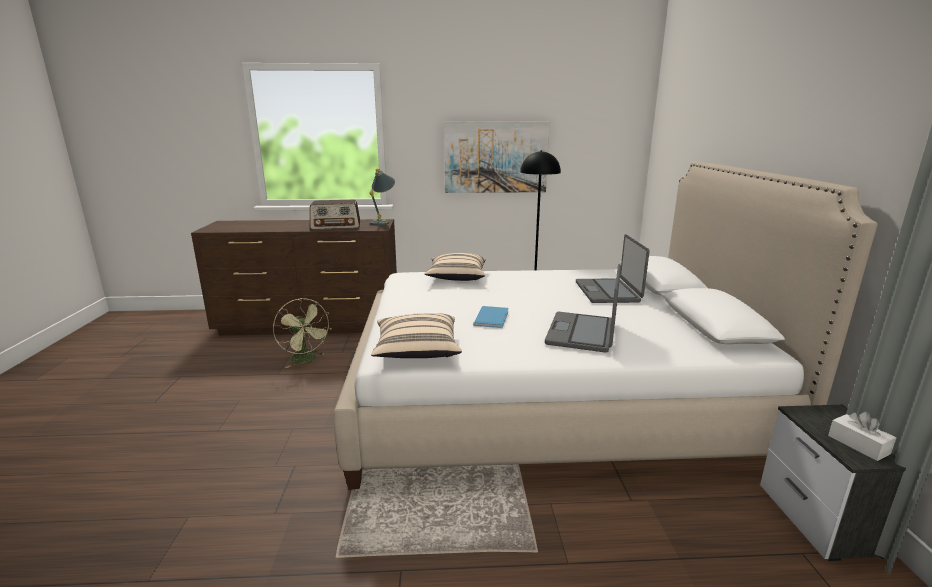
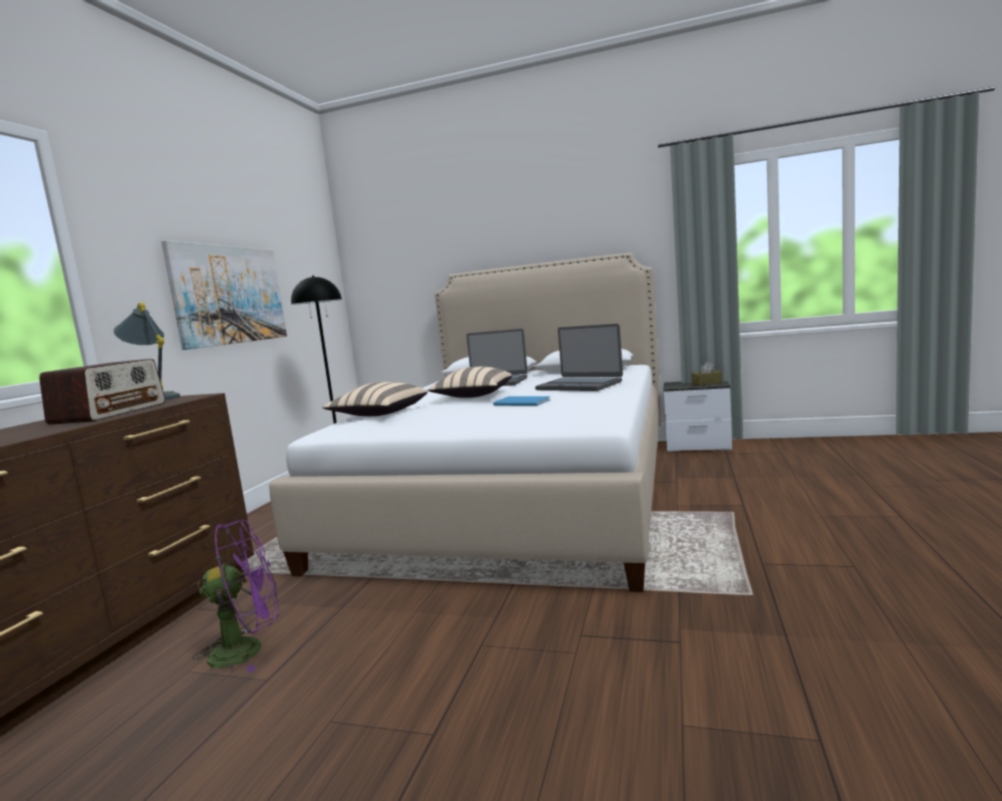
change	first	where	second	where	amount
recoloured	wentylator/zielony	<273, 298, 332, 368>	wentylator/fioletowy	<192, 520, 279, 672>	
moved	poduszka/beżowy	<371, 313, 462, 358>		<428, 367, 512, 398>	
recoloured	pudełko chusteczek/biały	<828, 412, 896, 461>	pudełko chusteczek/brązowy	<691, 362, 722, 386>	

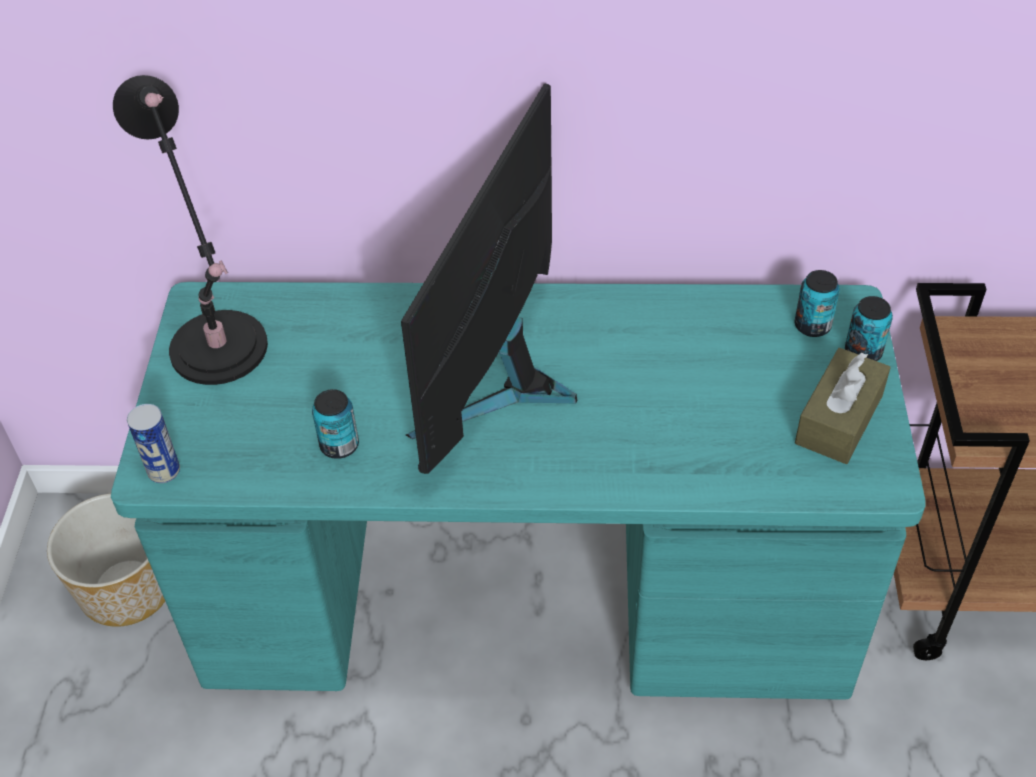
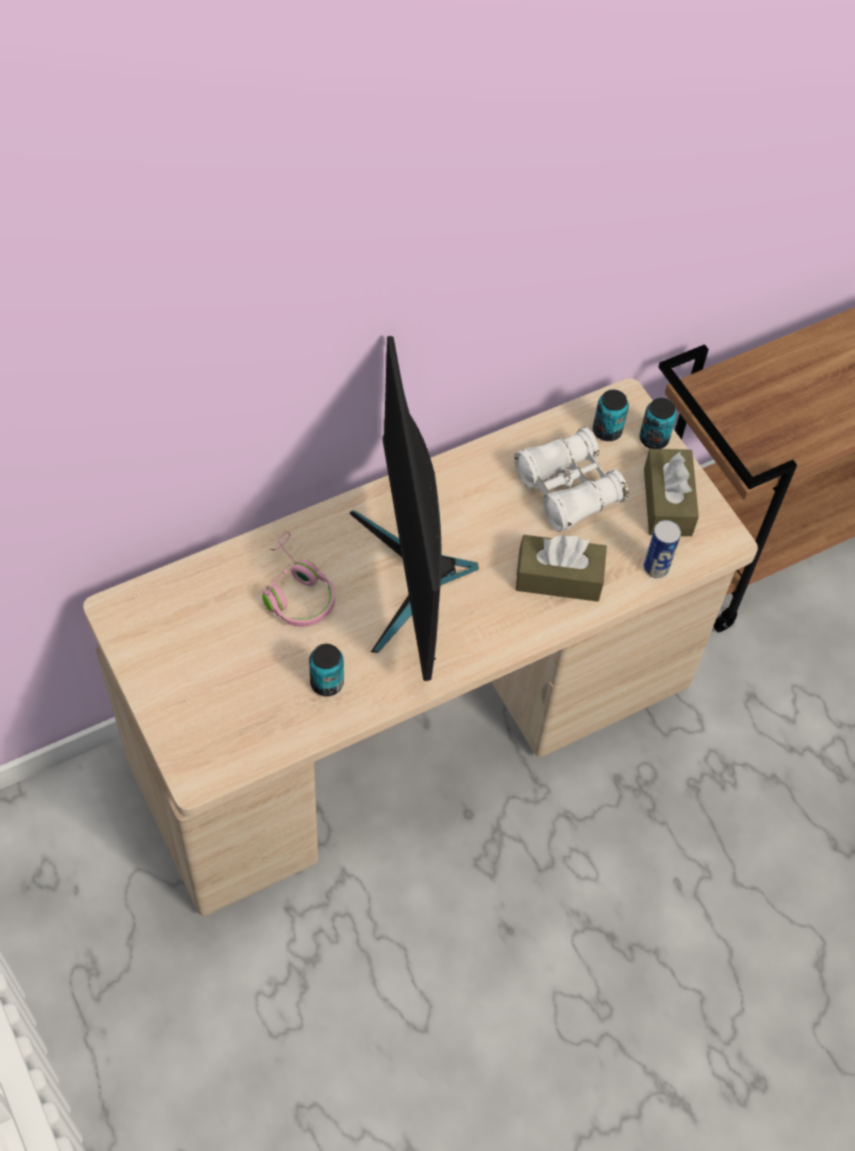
change	first	where	second	where	amount
removed	donica	<47, 493, 165, 627>			
recoloured	biurko/turkusowy	<111, 282, 926, 700>	biurko/beżowy	<83, 378, 758, 916>	
removed	lampa stołowa/czarny	<113, 75, 268, 385>			
moved	puszka	<127, 404, 180, 483>		<644, 520, 681, 578>	
added			słuchawki/różowy	<262, 532, 335, 627>	
added			lornetka/biały	<514, 427, 629, 532>	
added			pudełko chusteczek/brązowy	<516, 535, 607, 602>	

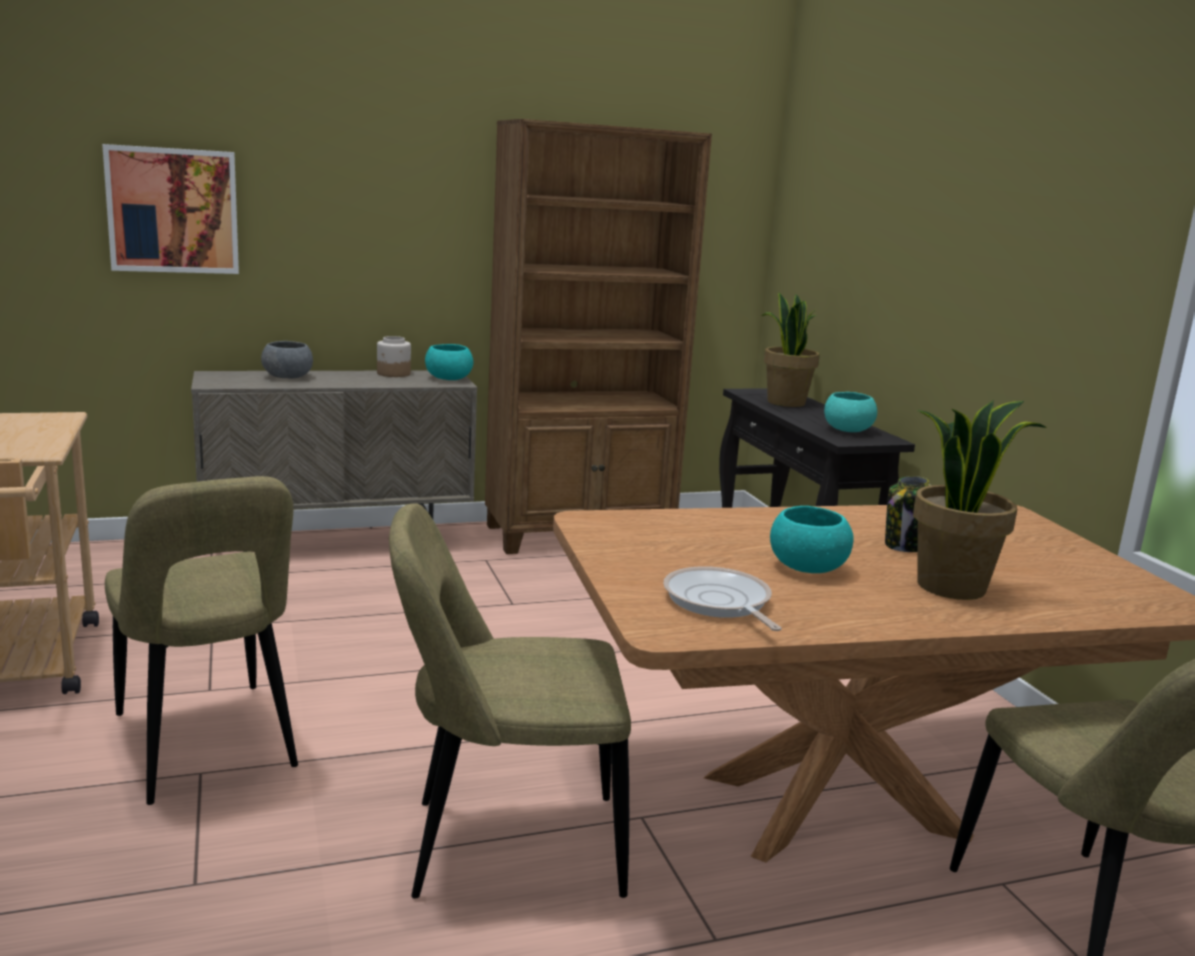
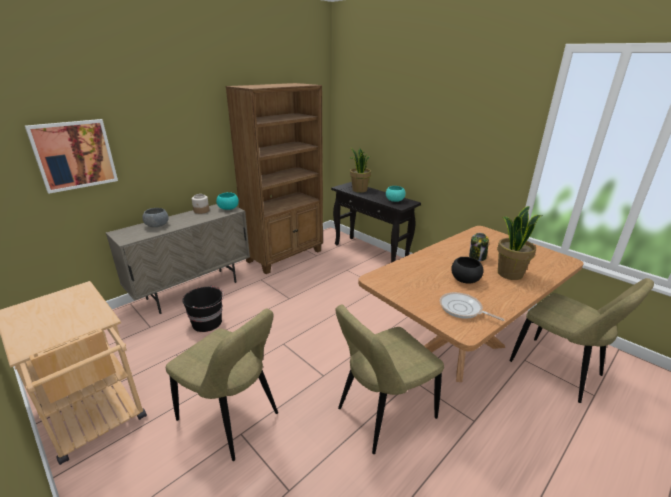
change	first	where	second	where	amount
recoloured	miska/turkusowy	<770, 506, 854, 573>	miska/czarny	<451, 257, 484, 284>	
added			wiadro/czarny	<182, 286, 224, 332>	

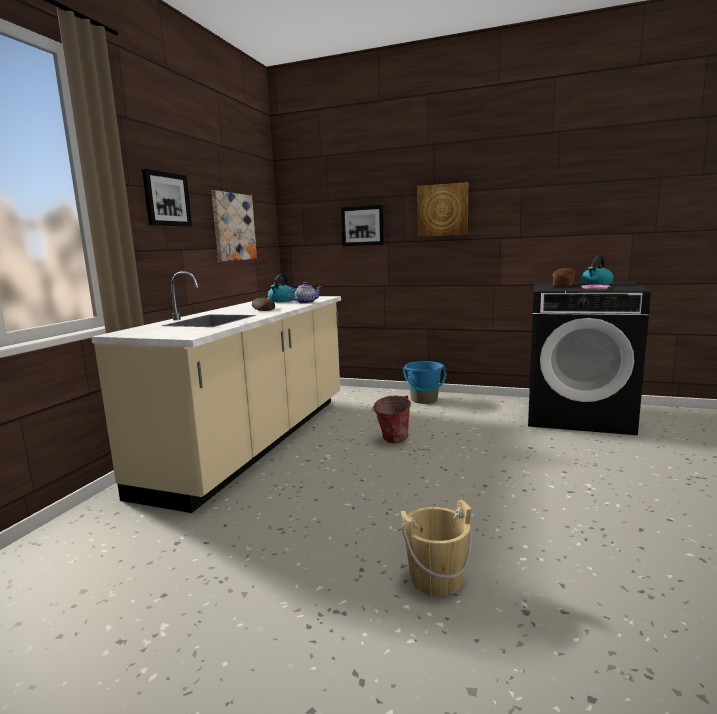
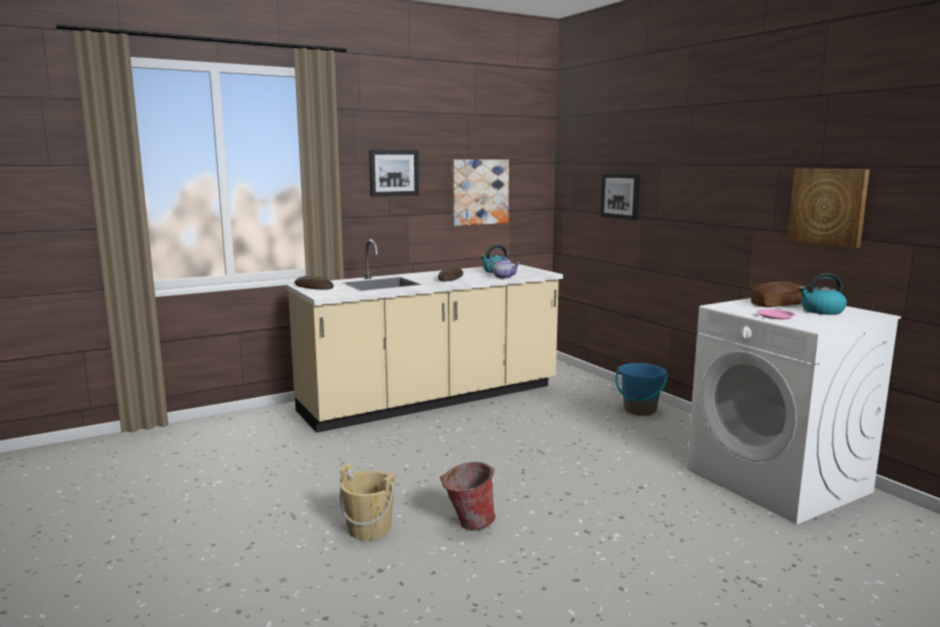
change	first	where	second	where	amount
moved	wiadro	<372, 395, 411, 443>		<440, 462, 495, 531>	
moved	obraz	<417, 182, 468, 237>		<787, 169, 870, 248>	
recoloured	pralka/czarny	<528, 282, 651, 435>	pralka/biały	<687, 298, 901, 524>	
added			chleb	<294, 276, 334, 290>	

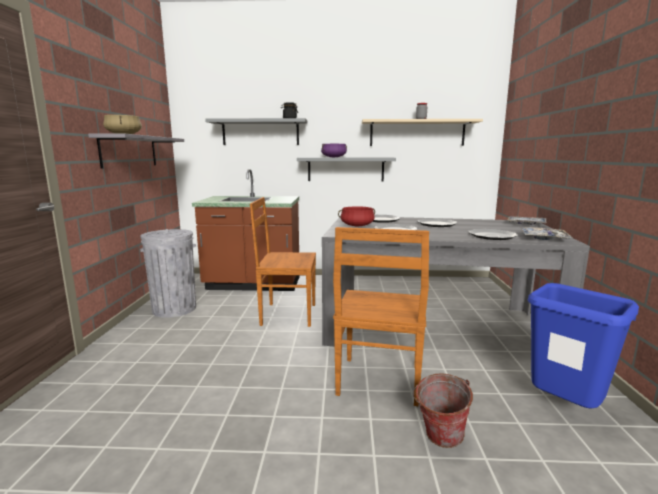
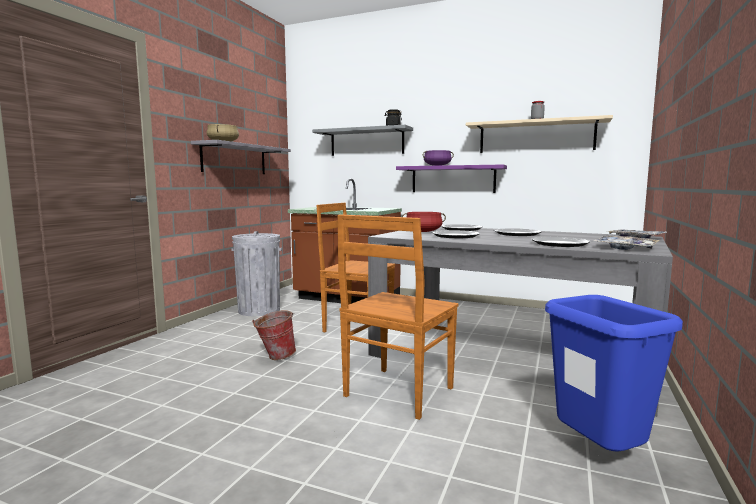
change	first	where	second	where	amount
recoloured	półka/szary	<297, 158, 396, 181>	półka/fioletowy	<396, 164, 507, 193>	
moved	wiadro	<413, 373, 473, 448>		<252, 310, 296, 360>	

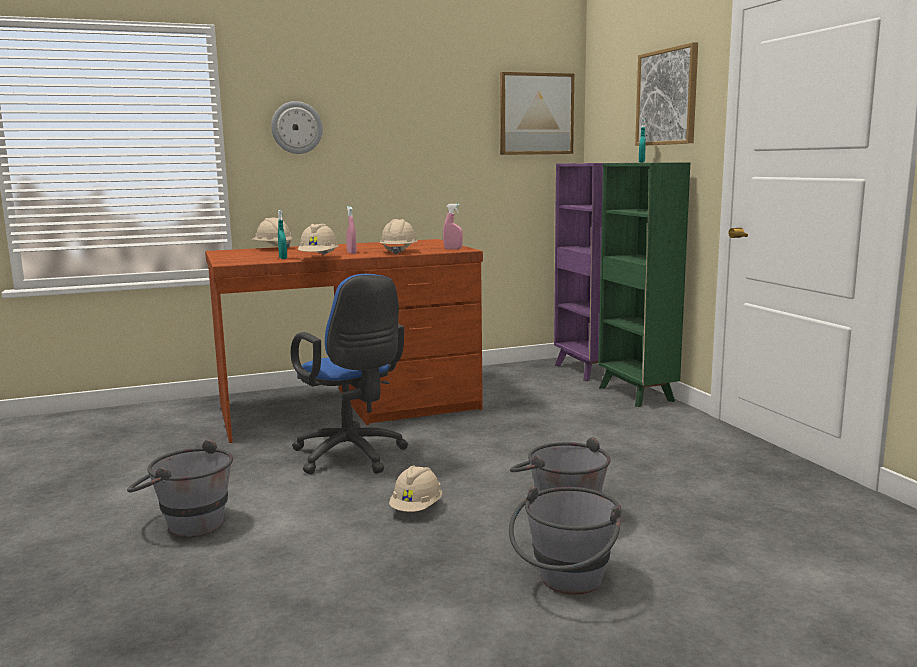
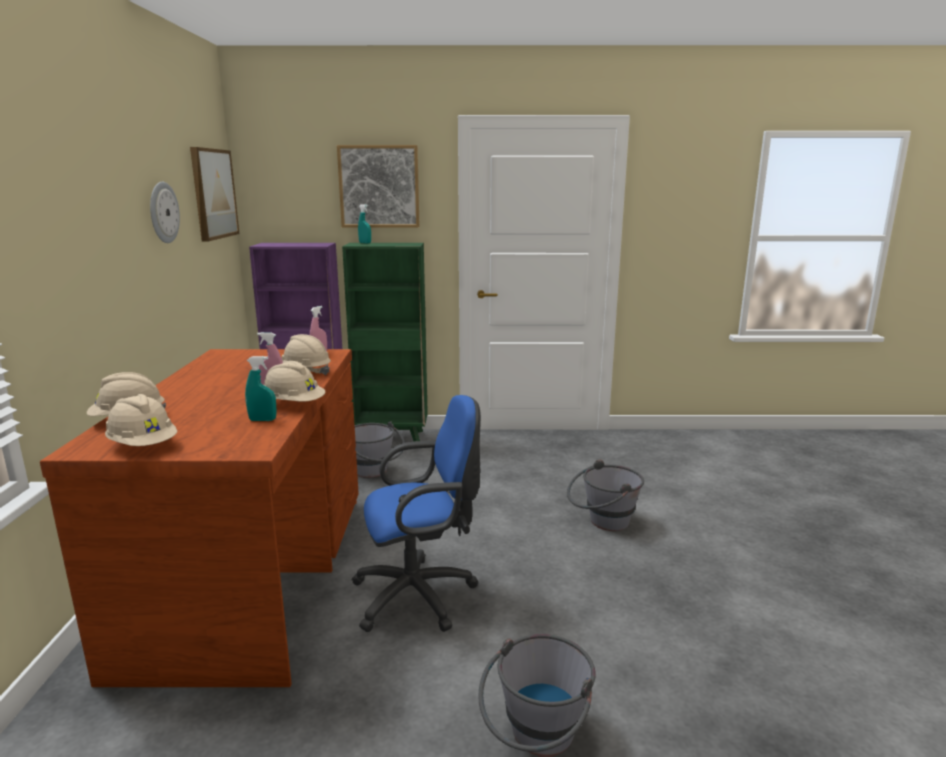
change	first	where	second	where	amount
moved	zegar ścienny	<271, 101, 323, 154>		<150, 182, 180, 243>	
moved	kask/beżowy	<389, 466, 442, 512>		<105, 394, 178, 446>	
moved	wiadro/szary	<509, 486, 622, 595>		<355, 421, 405, 478>	

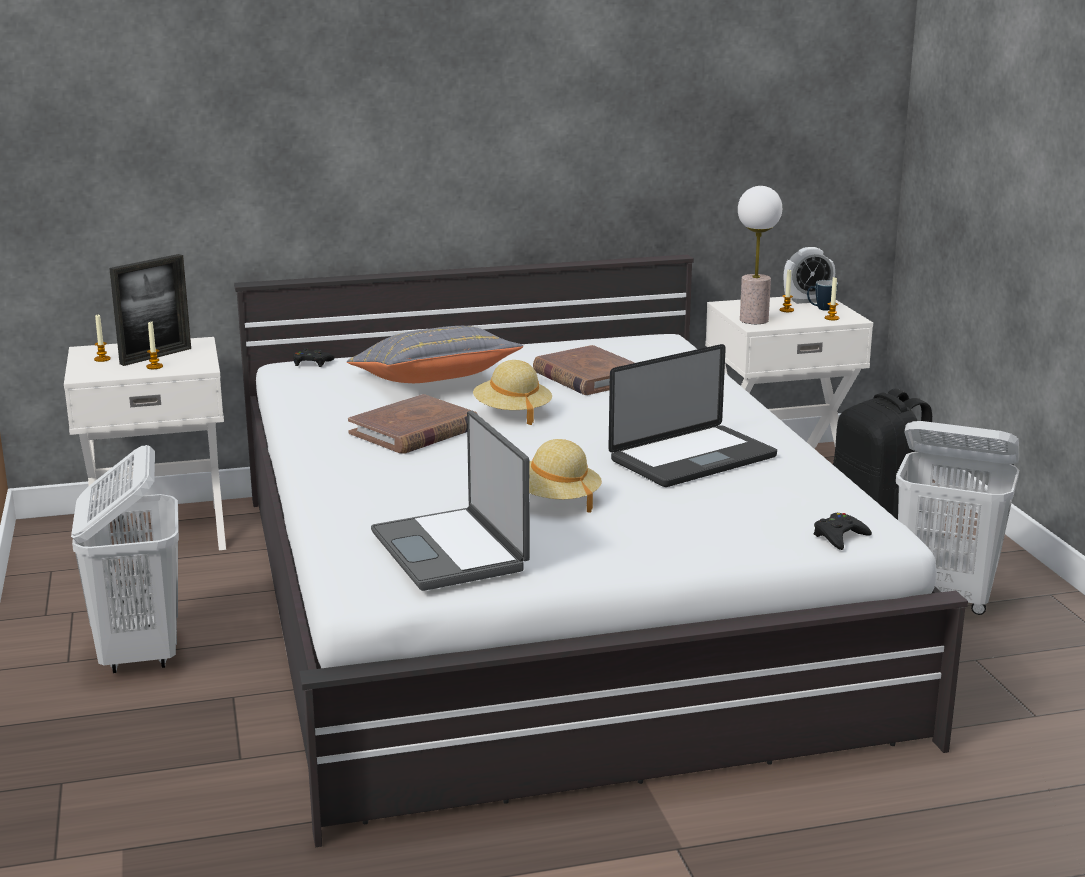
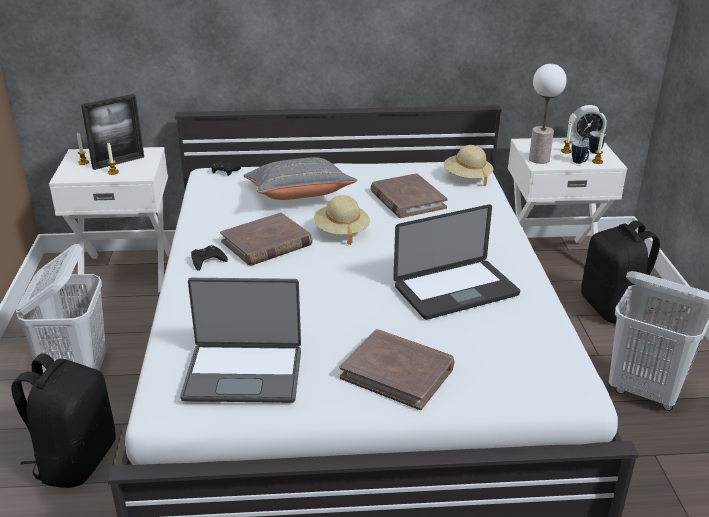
change	first	where	second	where	amount
turned	laptop	<371, 411, 530, 591>		<180, 278, 301, 403>	75 degrees counterclockwise
moved	kapelusz/beżowy	<529, 439, 602, 513>		<444, 145, 493, 186>	
moved	pad do gier/czarny	<814, 513, 872, 550>		<191, 245, 228, 271>	
added			plecak/czarny	<11, 353, 116, 488>	
added			książka/brązowy	<340, 329, 454, 410>	
added			kubek	<572, 140, 589, 164>	

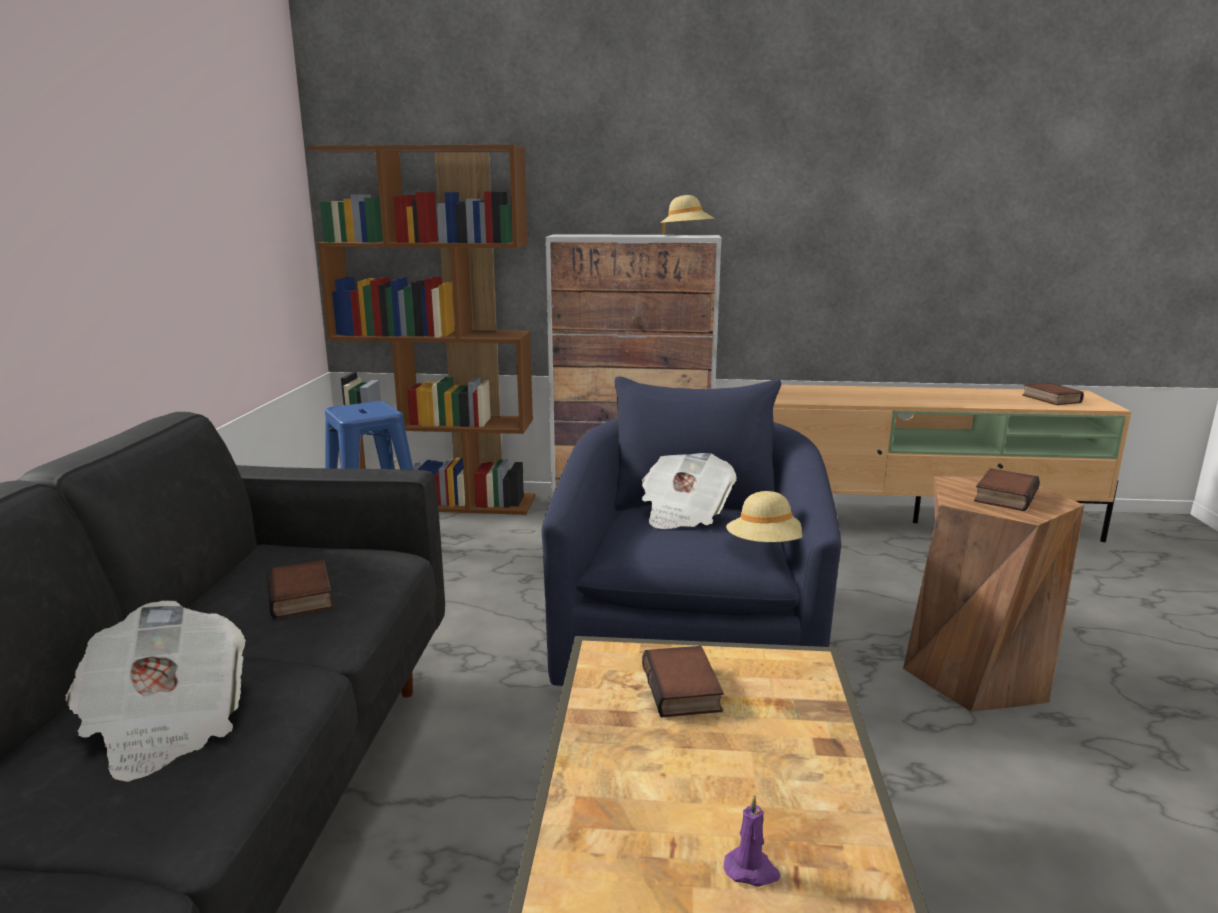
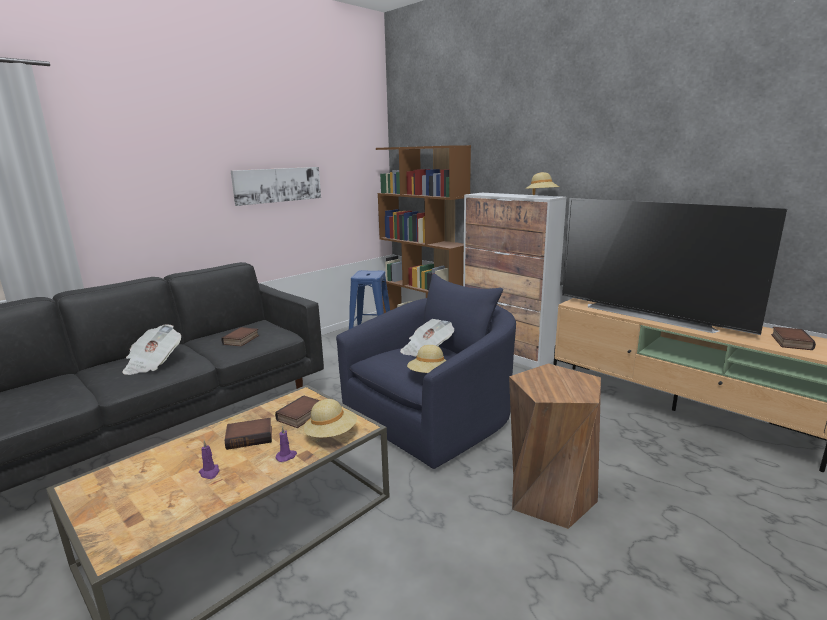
change	first	where	second	where	amount
moved	książka	<974, 468, 1040, 511>		<225, 418, 272, 450>	
added			obraz	<231, 167, 321, 206>	
added			świeca/fioletowy	<276, 426, 297, 462>	
added			kapelusz/beżowy	<303, 399, 357, 438>	
added			telewizor	<562, 198, 787, 335>	

